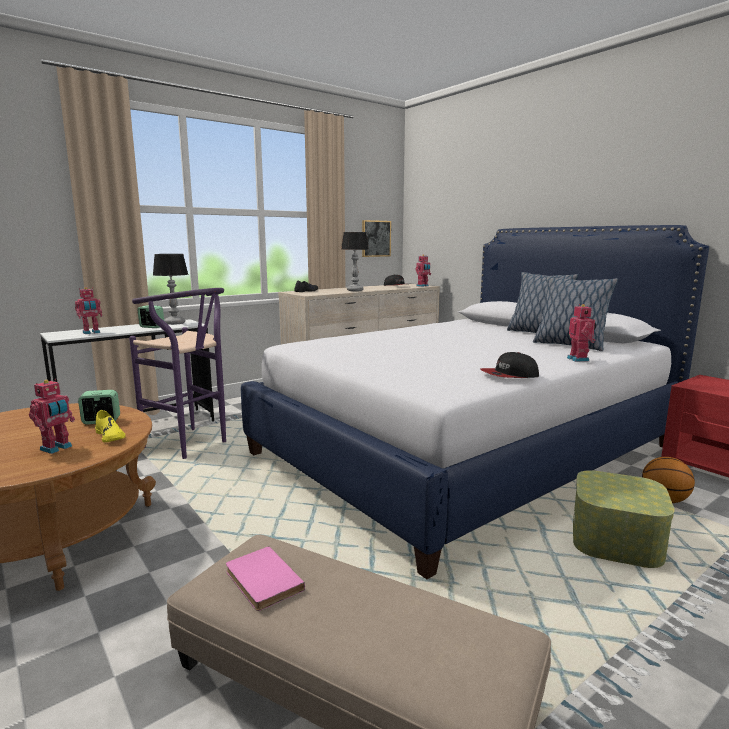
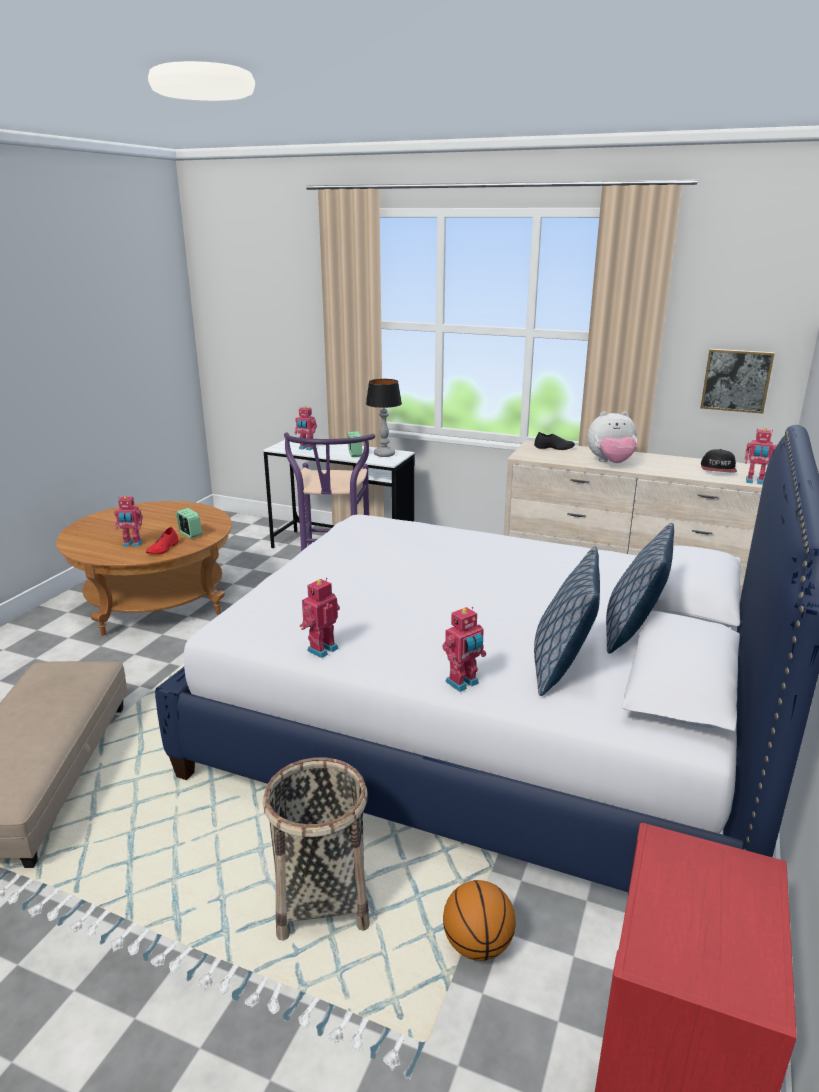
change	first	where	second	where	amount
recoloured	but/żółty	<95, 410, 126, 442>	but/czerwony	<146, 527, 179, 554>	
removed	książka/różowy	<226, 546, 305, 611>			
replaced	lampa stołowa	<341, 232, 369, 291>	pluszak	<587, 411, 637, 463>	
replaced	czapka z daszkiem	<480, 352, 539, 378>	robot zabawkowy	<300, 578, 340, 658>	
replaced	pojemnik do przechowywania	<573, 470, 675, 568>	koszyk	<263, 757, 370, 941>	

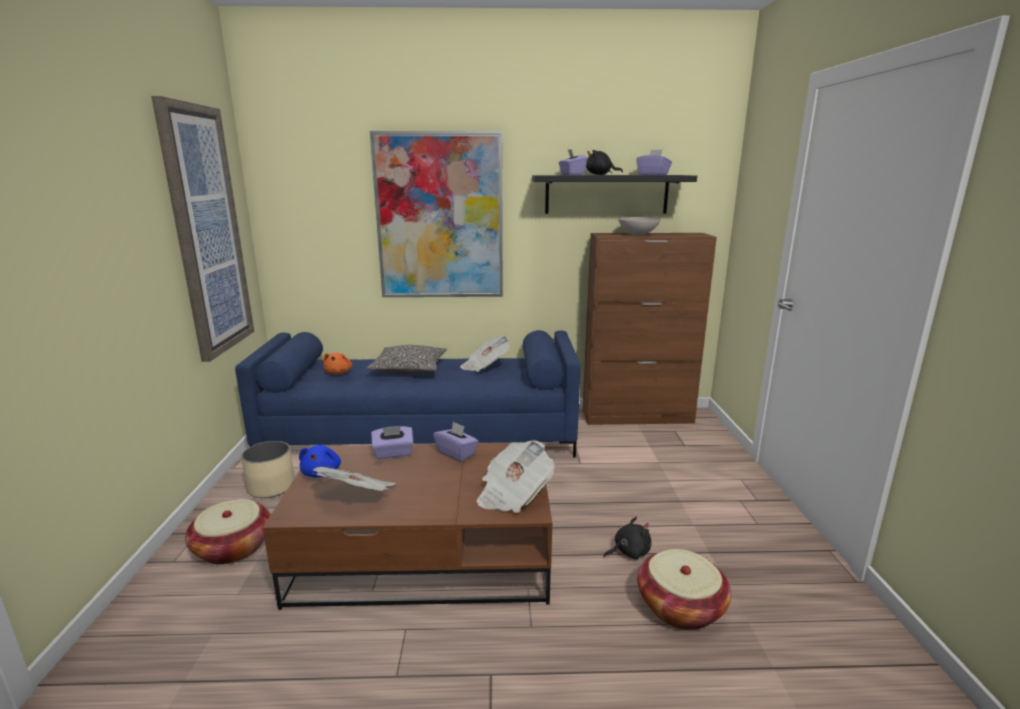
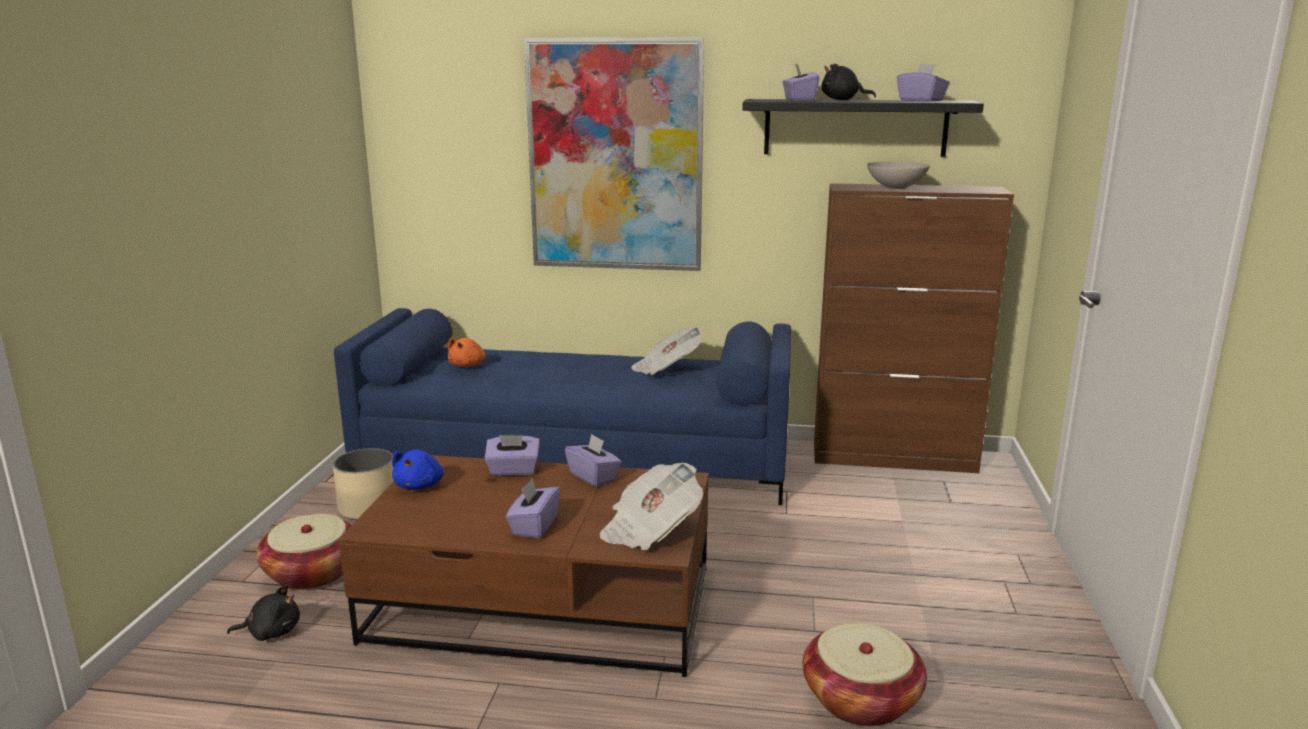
change	first	where	second	where	amount
removed	obraz	<151, 96, 254, 362>			
removed	gazeta	<313, 467, 396, 491>			
removed	poduszka	<366, 345, 447, 374>			
moved	pluszak/czarny	<604, 517, 651, 559>		<227, 585, 300, 641>	
added			pudełko chusteczek/fioletowy	<506, 478, 560, 539>	

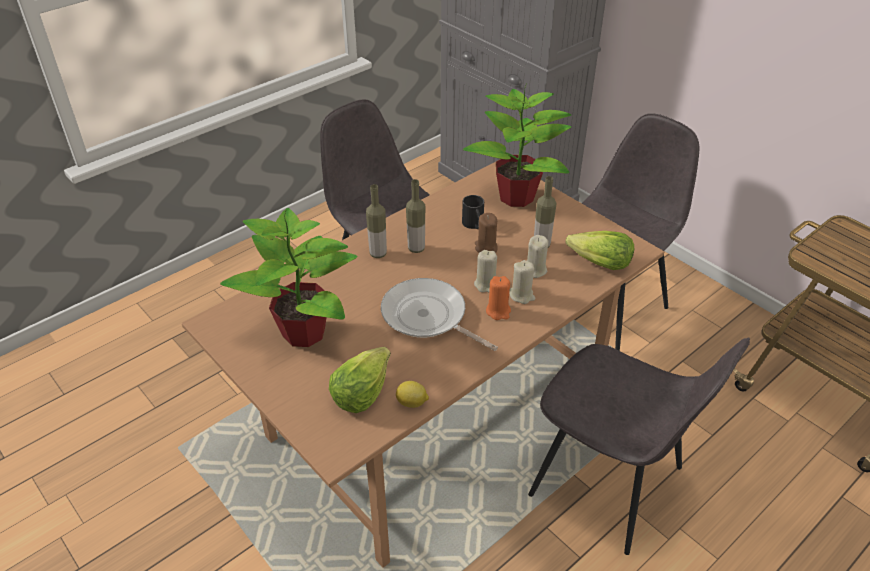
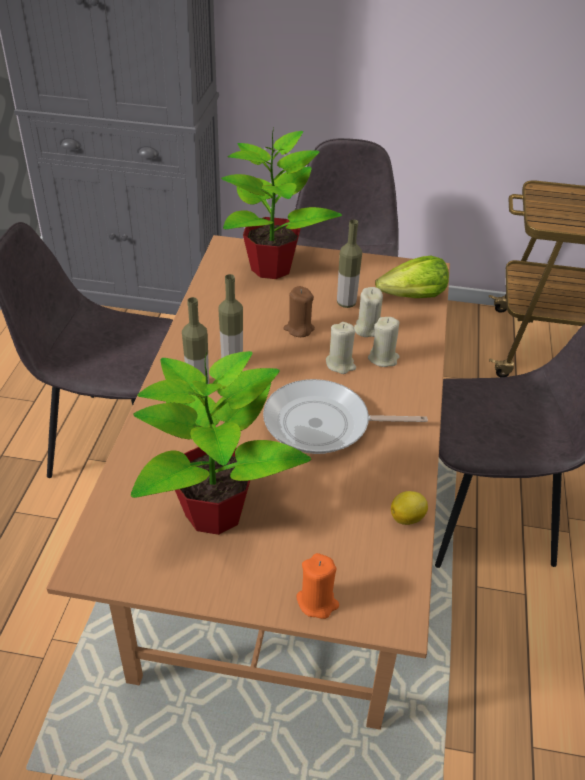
change	first	where	second	where	amount
removed	sałata	<329, 347, 391, 413>			
removed	kubek/czarny	<462, 195, 484, 229>			
moved	świeca/pomarańczowy	<486, 276, 511, 320>		<296, 553, 339, 619>	

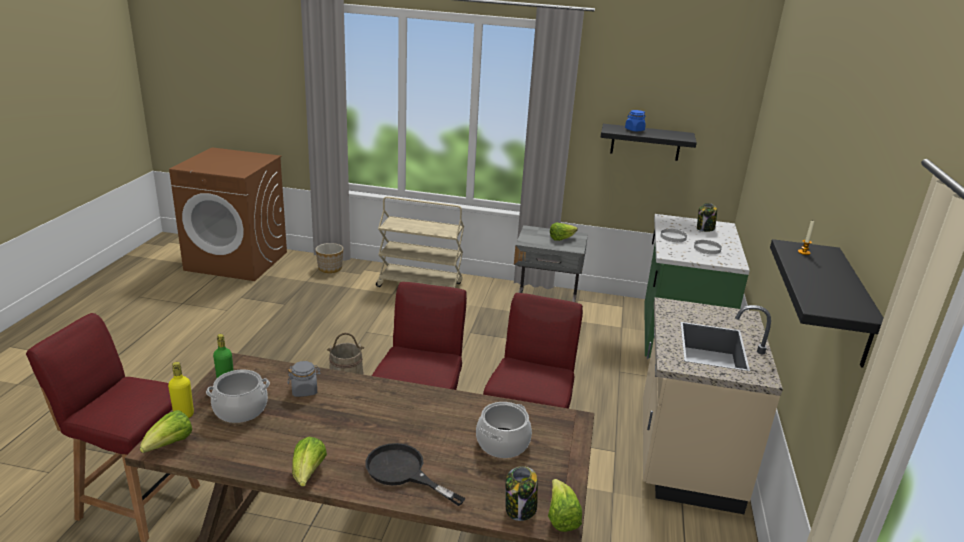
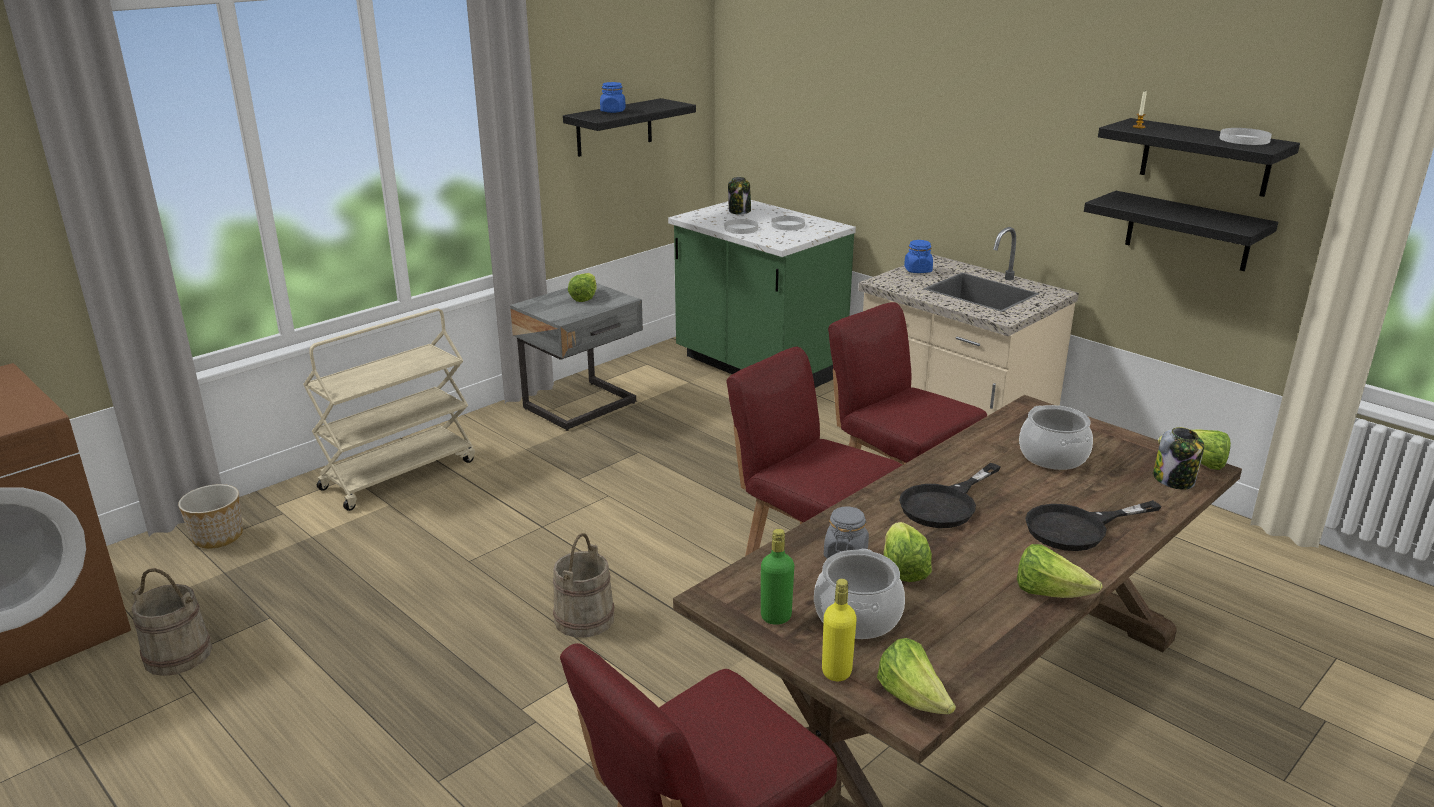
change	first	where	second	where	amount
added			wiadro/beżowy	<131, 568, 212, 676>	
added			sałata	<884, 522, 932, 582>	
added			patelnia/czarny	<899, 463, 1001, 528>	
added			słoik/niebieski	<904, 240, 933, 273>	
added			półka/czarny	<1084, 191, 1278, 271>	
added			talerz/biały	<1219, 128, 1272, 145>	

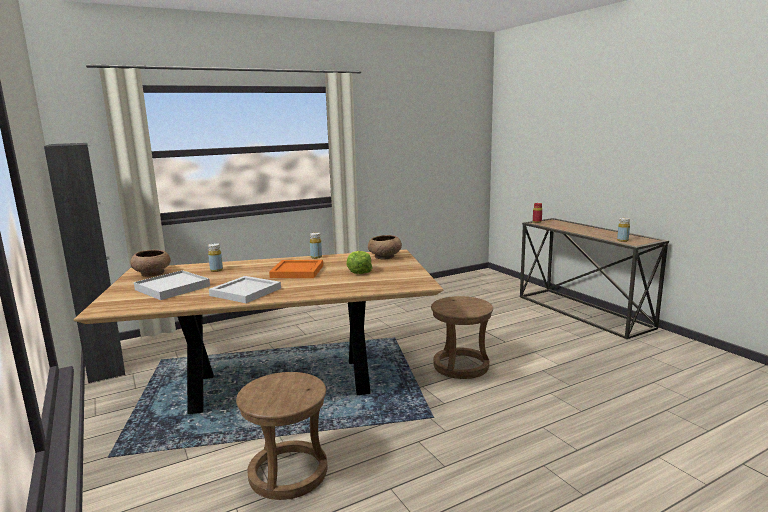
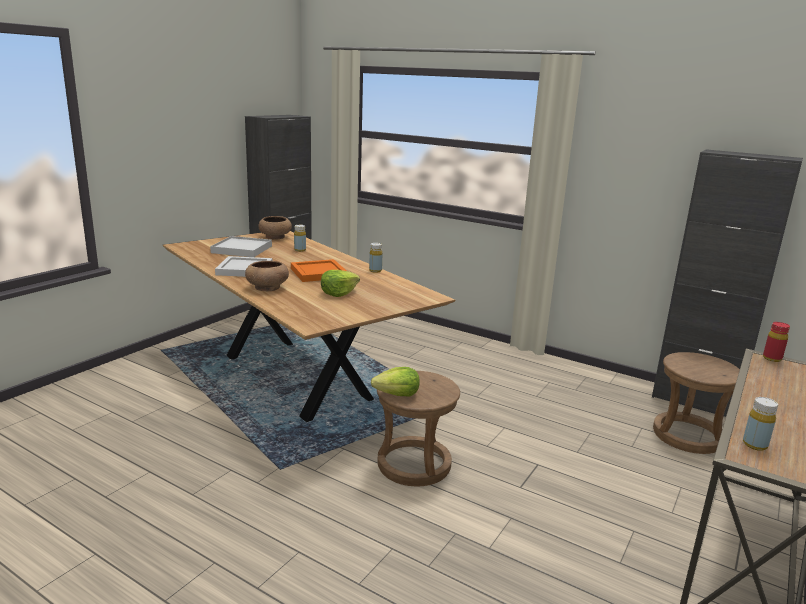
change	first	where	second	where	amount
moved	stołek/brązowy	<236, 372, 328, 500>		<653, 352, 740, 454>	
moved	miska/brązowy	<368, 235, 402, 259>		<245, 261, 289, 291>	
added			sałata	<371, 367, 420, 397>	
added			szafka/czarny	<652, 149, 803, 417>	

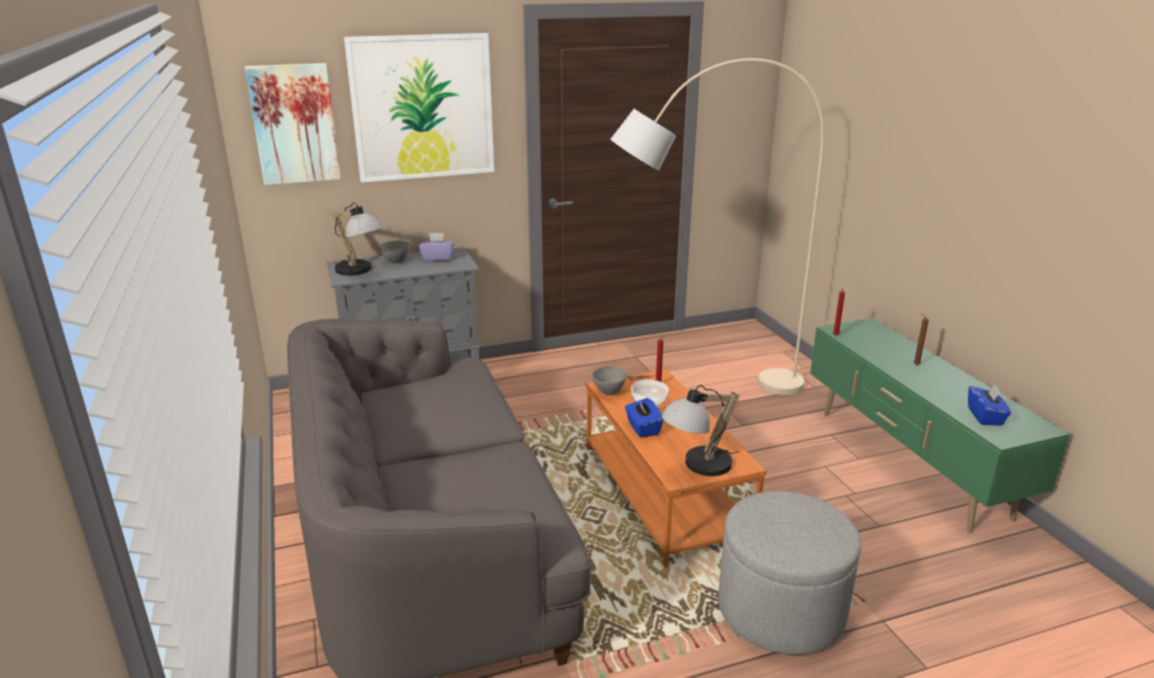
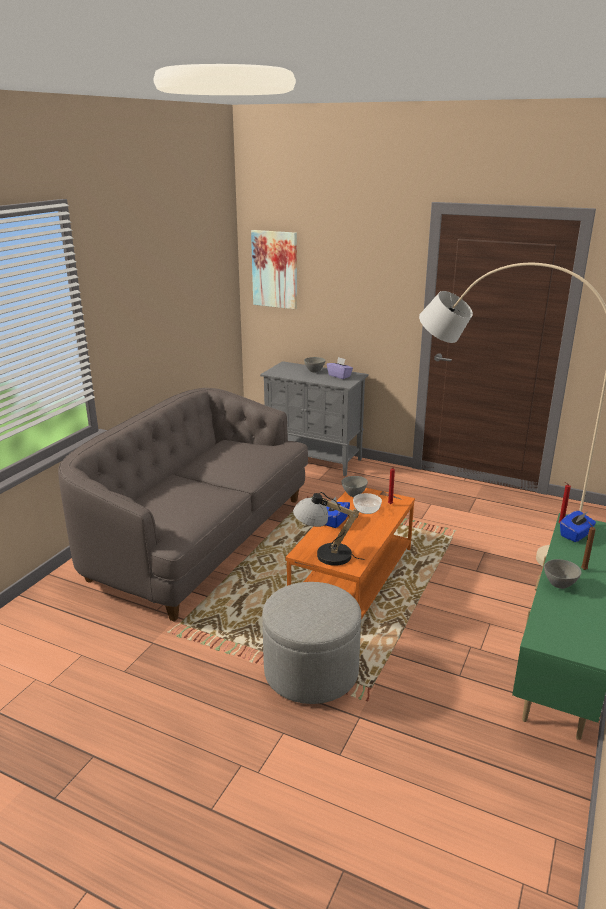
change	first	where	second	where	amount
removed	lampa stołowa	<330, 202, 383, 276>			
removed	obraz	<344, 33, 494, 183>			
moved	pudełko chusteczek/niebieski	<968, 384, 1011, 426>		<560, 511, 596, 542>	
added			miska/szary	<544, 559, 581, 589>	

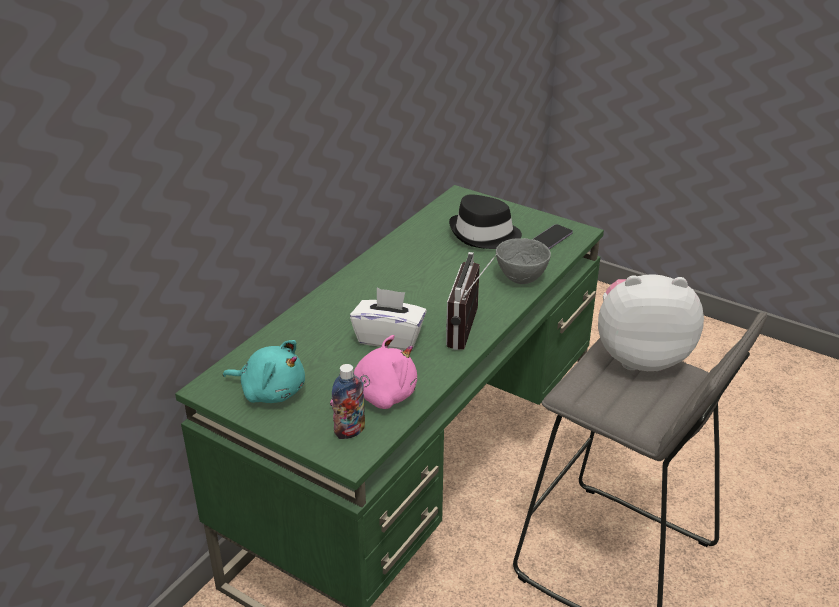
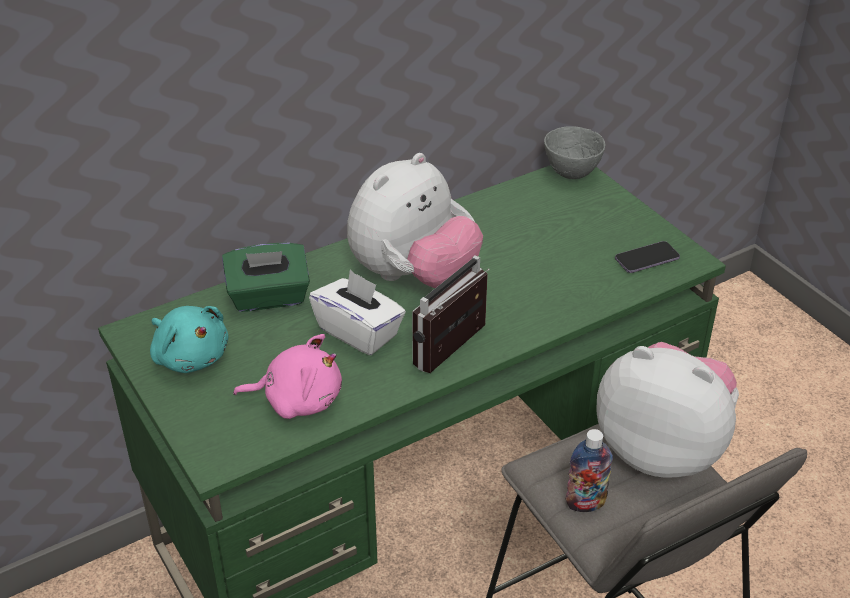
change	first	where	second	where	amount
moved	butelka	<332, 364, 365, 439>		<566, 429, 613, 512>	
removed	kapelusz/czarny	<449, 194, 522, 249>			
moved	miska/szary	<496, 238, 551, 284>		<544, 126, 605, 179>	
added			pudełko chusteczek/zielony	<222, 243, 310, 312>	
added			pluszak	<347, 153, 483, 288>	

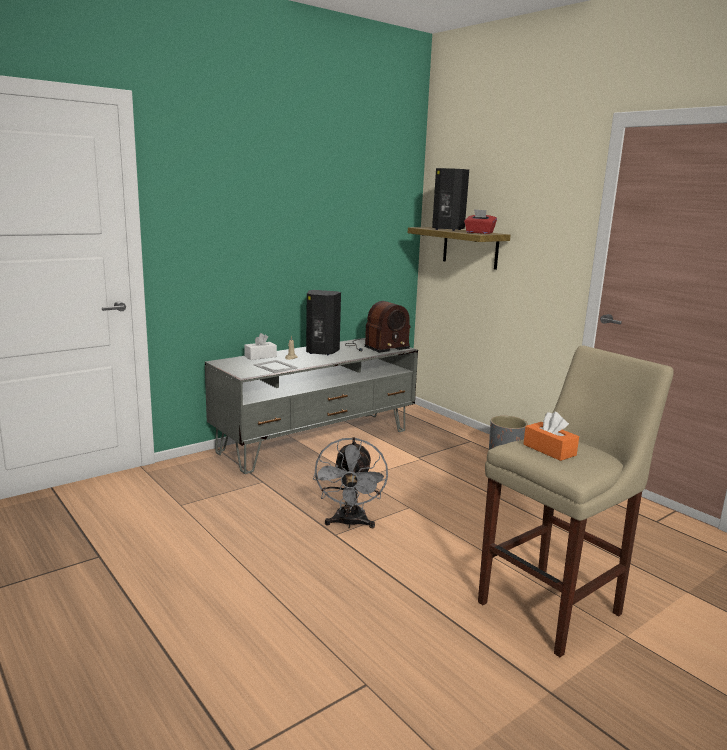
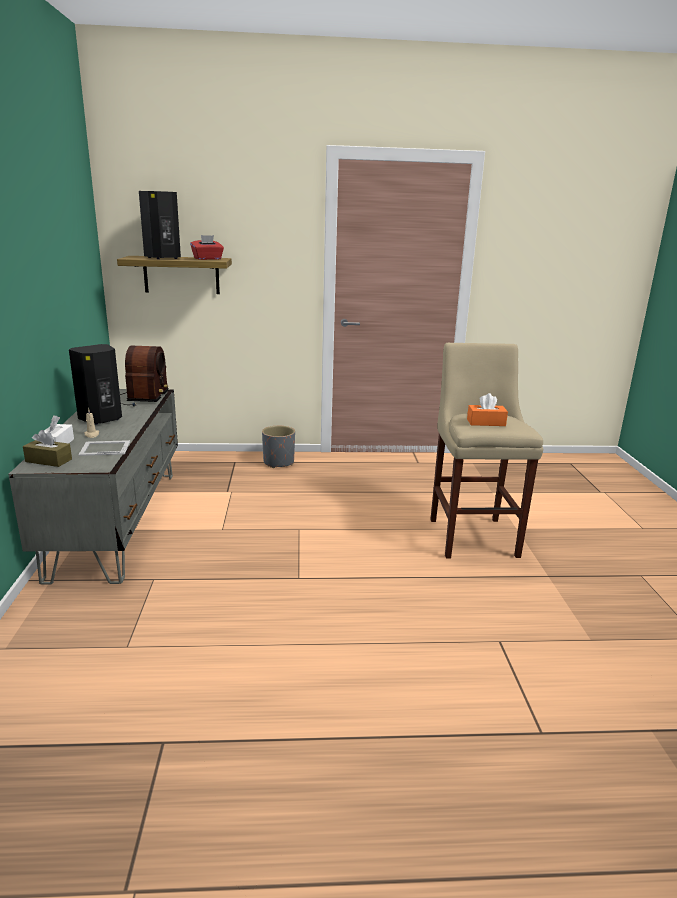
change	first	where	second	where	amount
removed	wentylator/szary	<313, 437, 388, 528>			
added			pudełko chusteczek/brązowy	<23, 430, 72, 467>	

